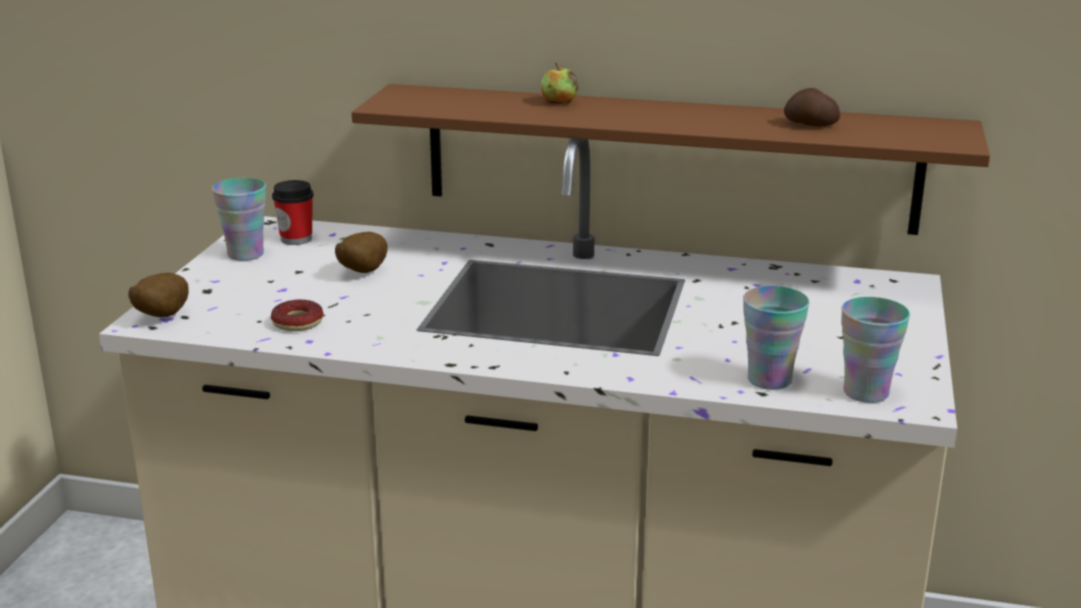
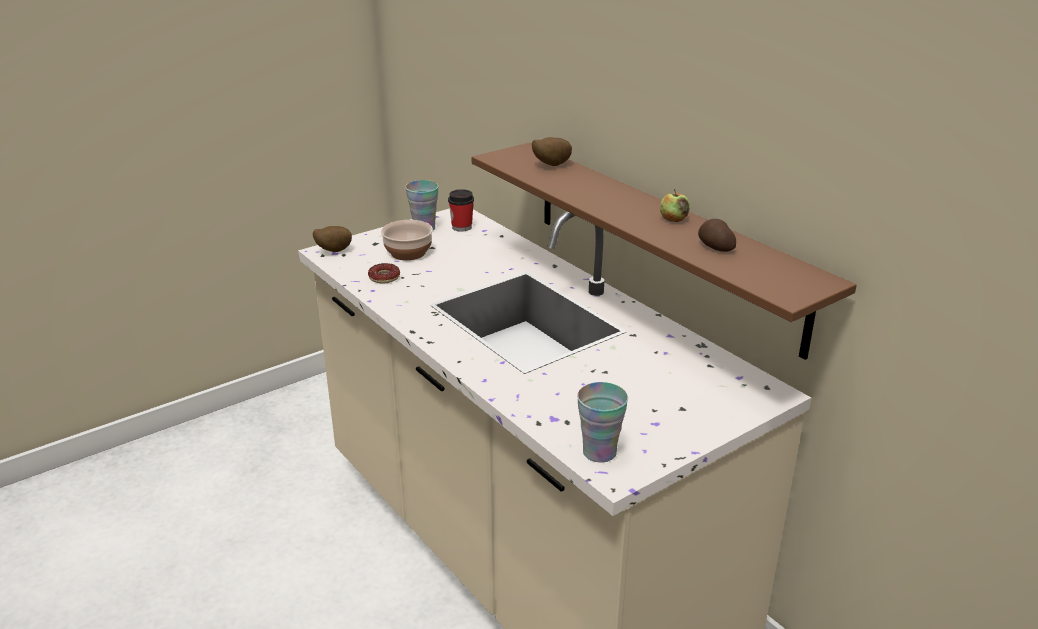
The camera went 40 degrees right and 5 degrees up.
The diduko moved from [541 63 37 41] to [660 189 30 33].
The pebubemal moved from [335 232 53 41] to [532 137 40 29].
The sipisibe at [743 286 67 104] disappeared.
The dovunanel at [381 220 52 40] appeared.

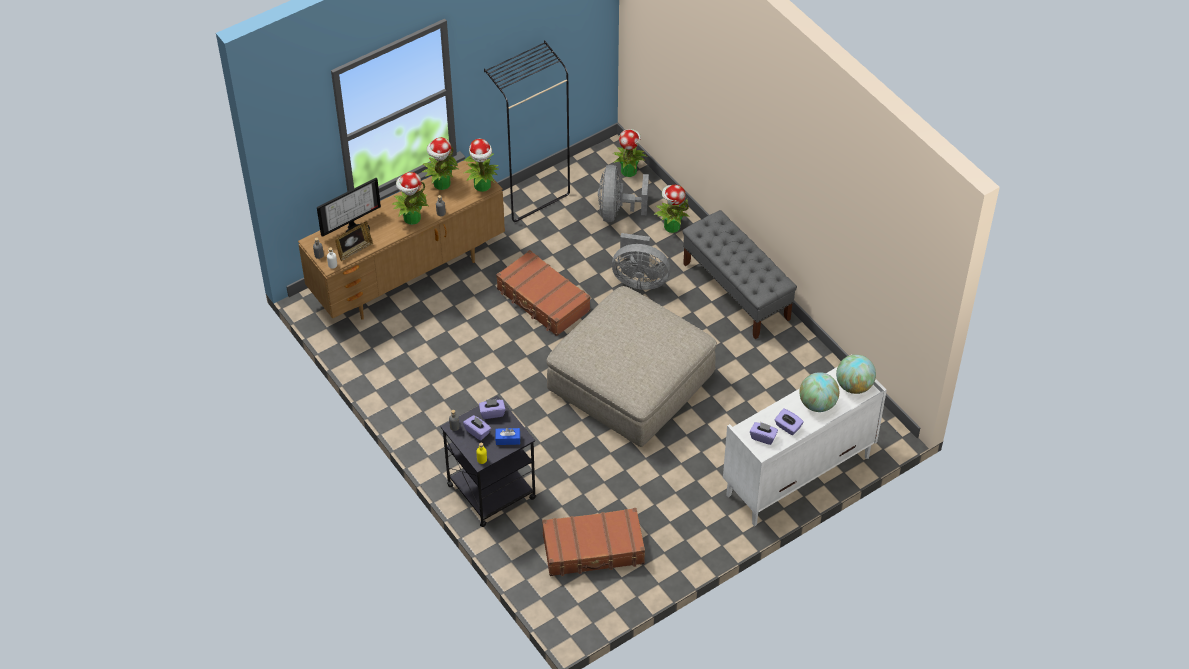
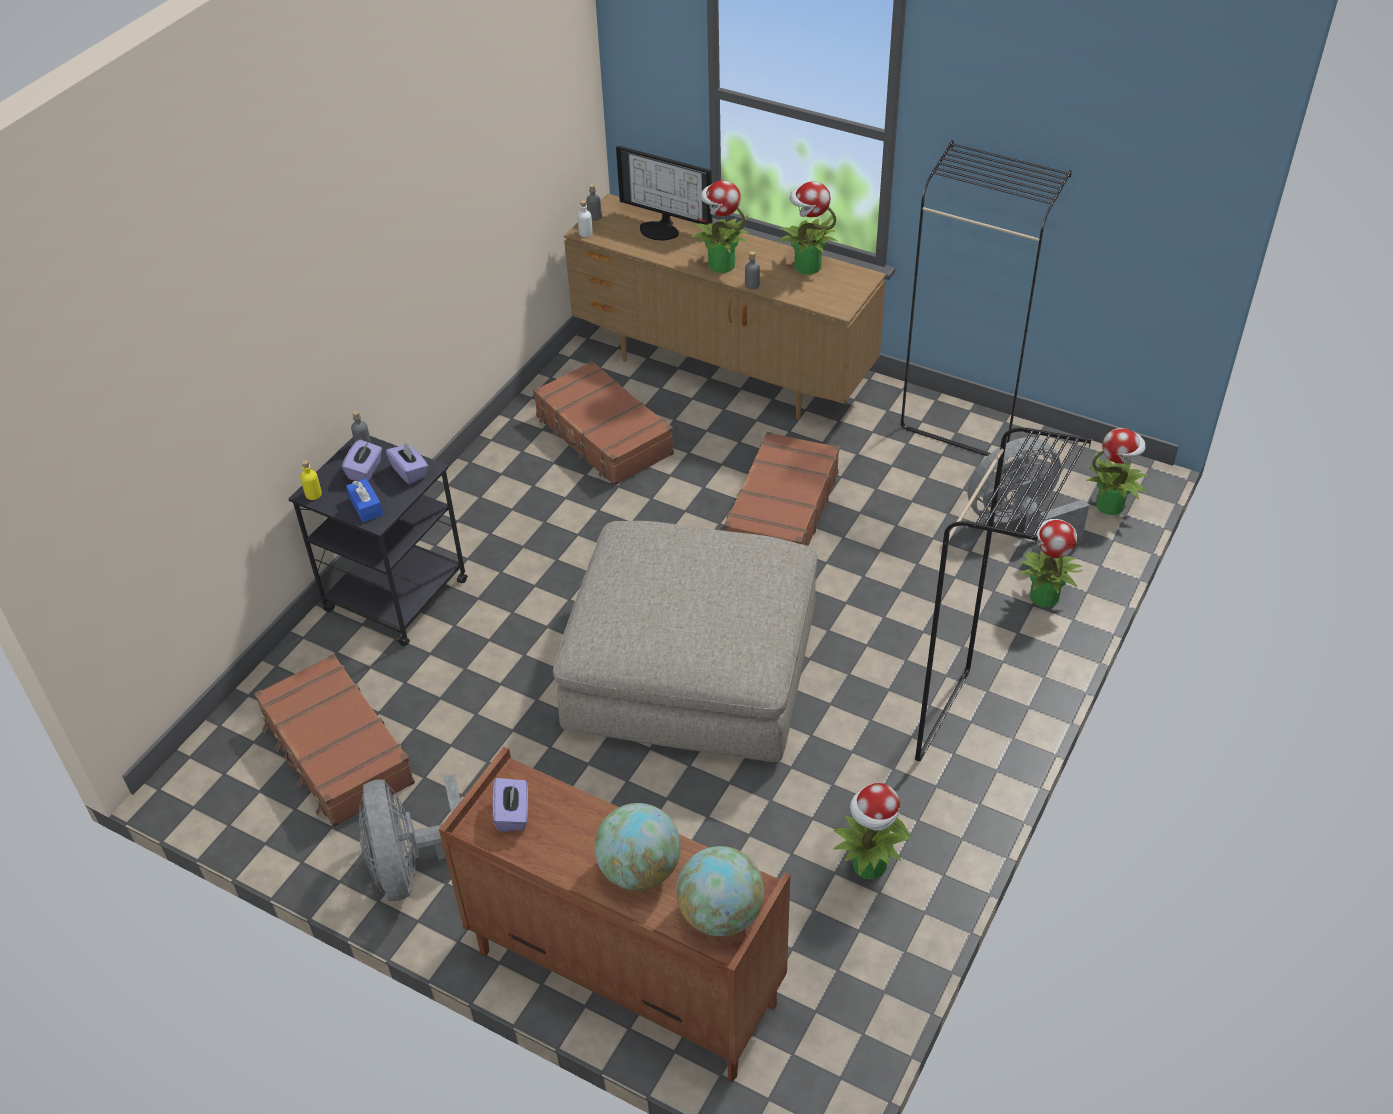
The camera went 65 degrees right and 5 degrees down.
The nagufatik moved from [463 139 36 53] to [833 783 78 96].
The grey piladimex at [682 210 115 129] was replaced by the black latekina at [915 428 177 334].
The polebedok at [335 222 38 39] disappeared.
The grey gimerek moved from [612 233 59 57] to [359 774 102 127].
The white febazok at [723 354 164 173] became the brown febazok at [439 747 351 335].
The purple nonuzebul at [775 408 29 27] disappeared.
The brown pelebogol at [533 361 141 125] appeared.

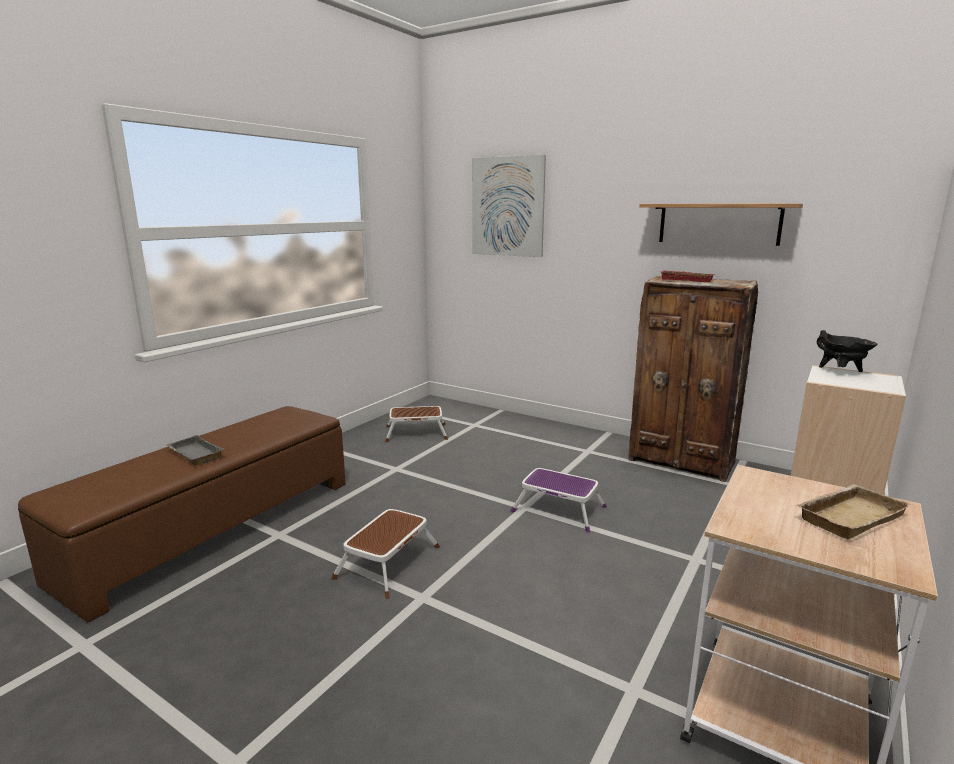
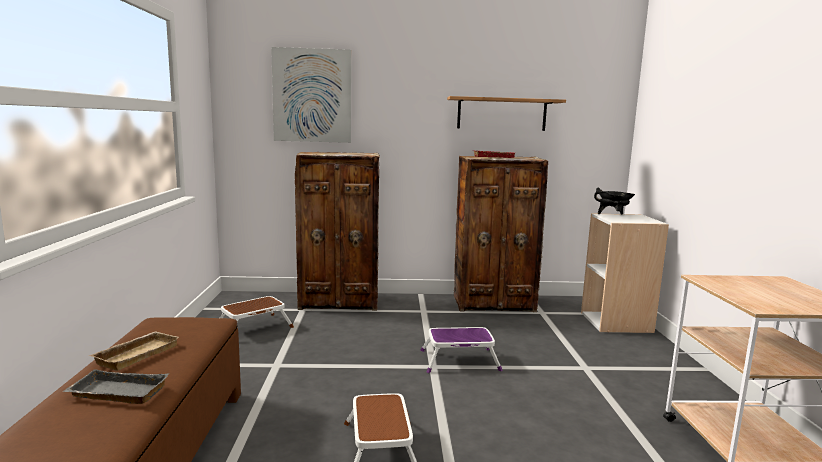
The camera went 35 degrees left and 5 degrees down.
The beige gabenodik moved from [796 484 115 55] to [90 331 89 40].
The brown febazok at [295 152 85 159] appeared.

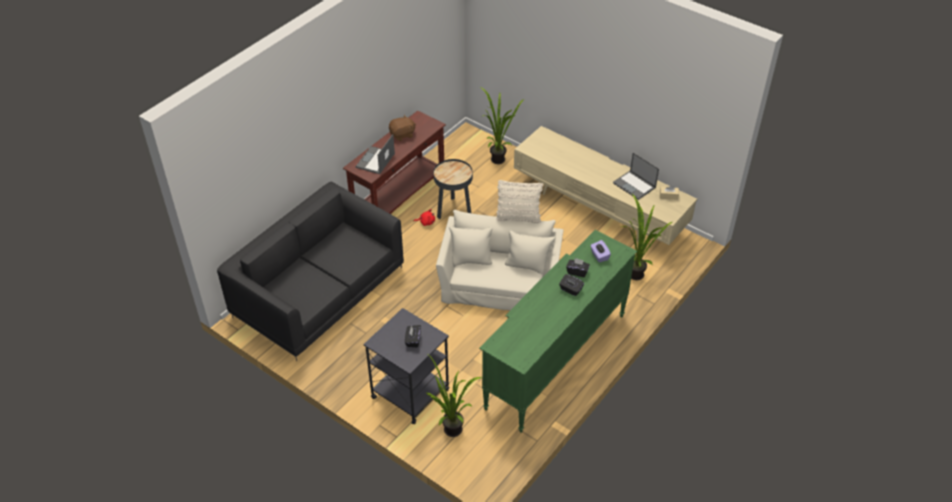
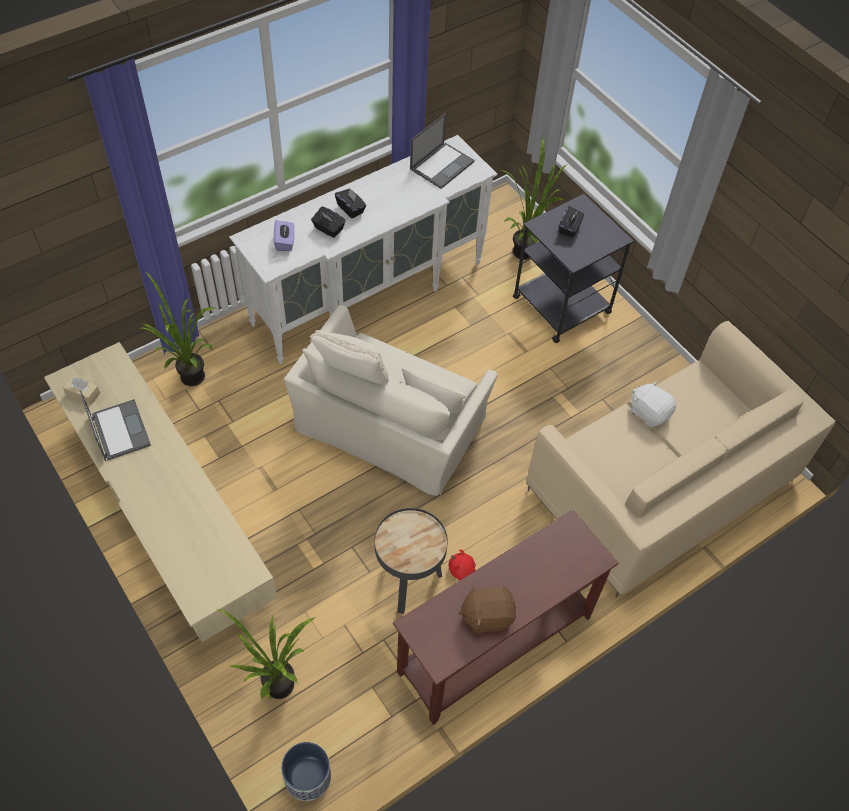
The camera went 165 degrees left and 10 degrees up.
The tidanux moved from [355 134 40 40] to [410 113 64 76].
The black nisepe at [217 182 187 179] became the beige nisepe at [526 321 310 276].
The green febazok at [479 230 158 203] became the white febazok at [229 135 269 229].
The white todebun at [631 380 45 47] appeared.
The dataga at [281 742 50 59] appeared.

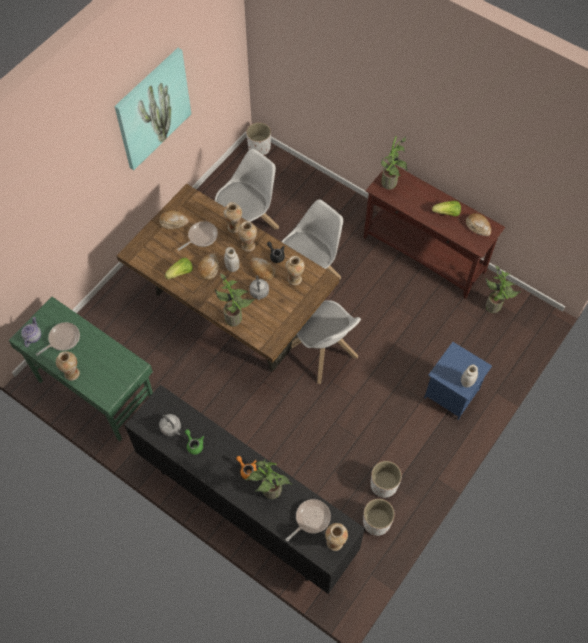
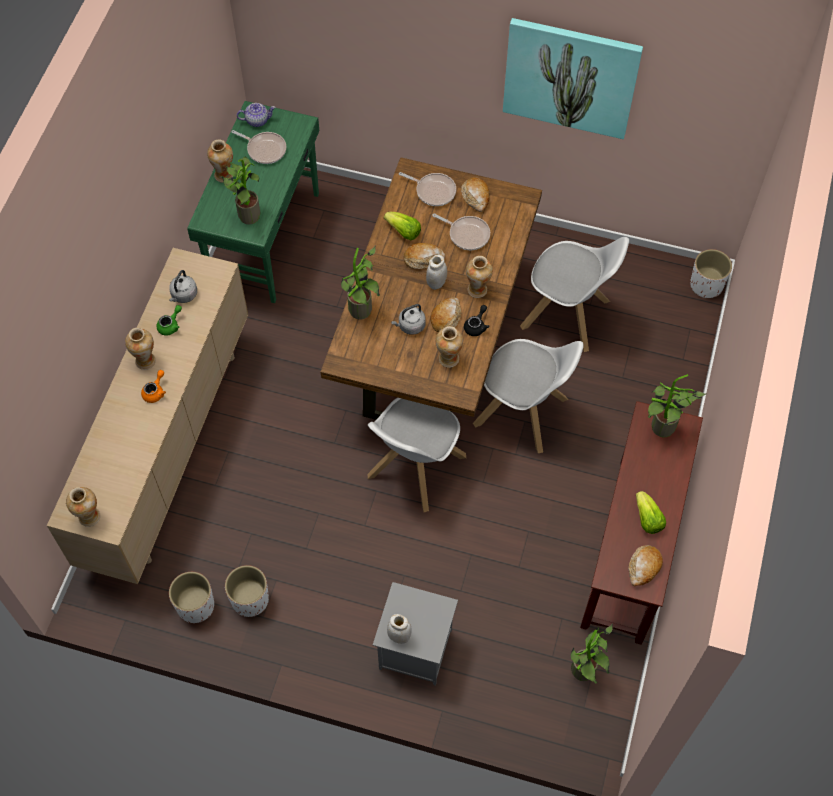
The camera went 70 degrees right and 0 degrees up.
The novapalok moved from [223 202 19 31] to [125 328 31 42].
The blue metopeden at [424 342 68 78] became the grey metopeden at [373 582 85 104].
The black febazok at [125 385 240 209] became the beige febazok at [47 248 201 336].
The nagufatik moved from [246 459 46 40] to [222 156 39 68].
The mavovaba moved from [286 499 45 42] to [399 172 57 34].

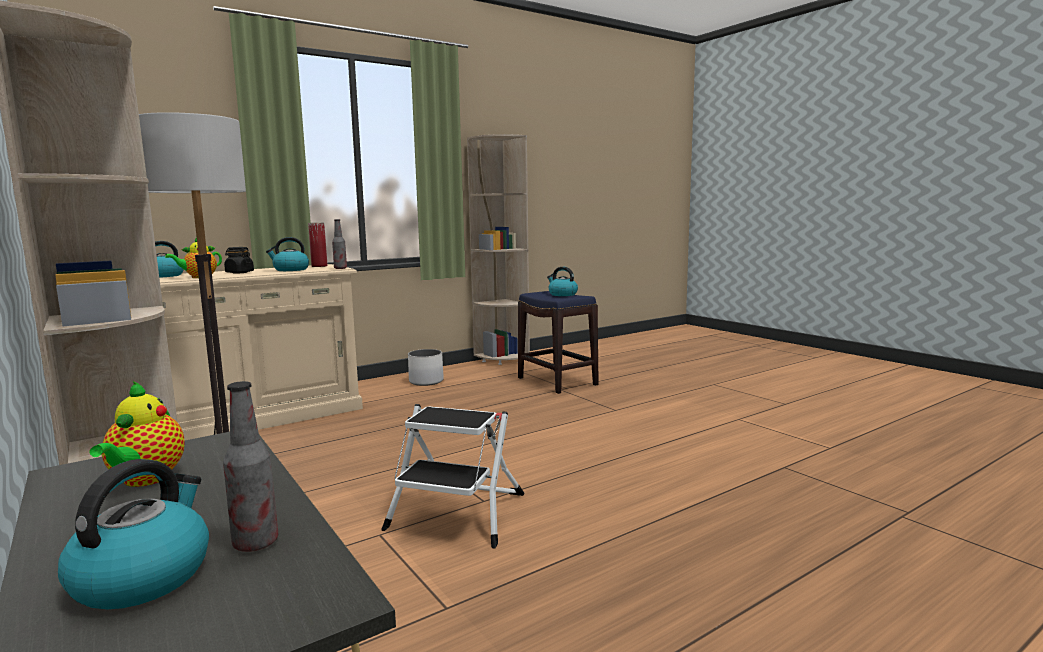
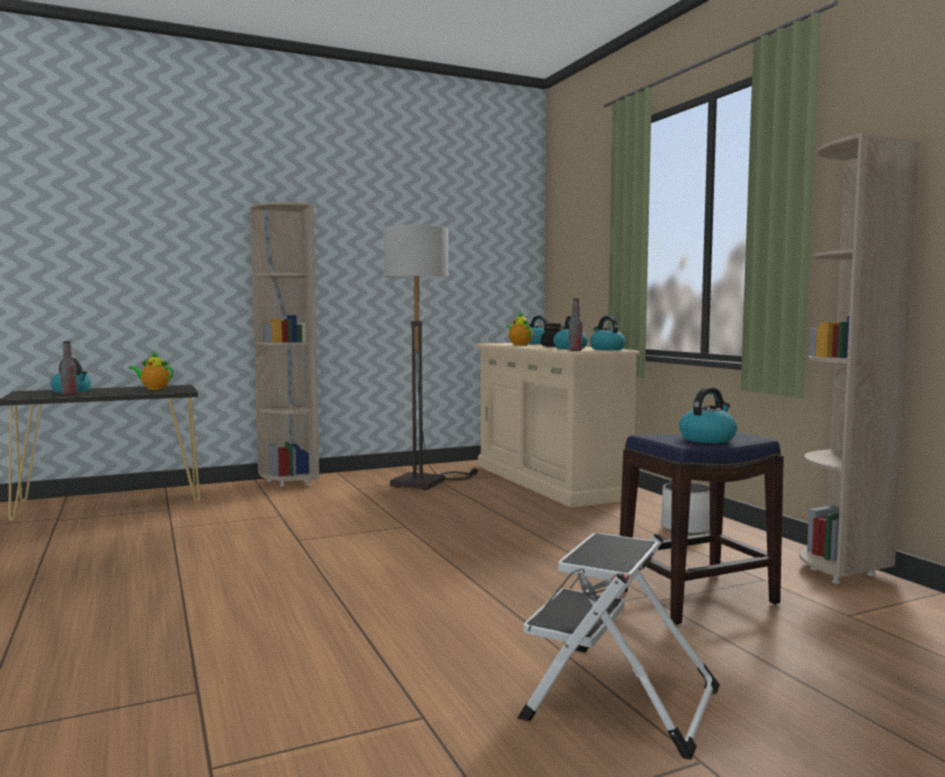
The camera went 100 degrees right and 5 degrees down.
The red novapalok at [308 223 19 44] was replaced by the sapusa at [590 316 36 34].
The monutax moved from [381 404 144 144] to [518 533 202 227].

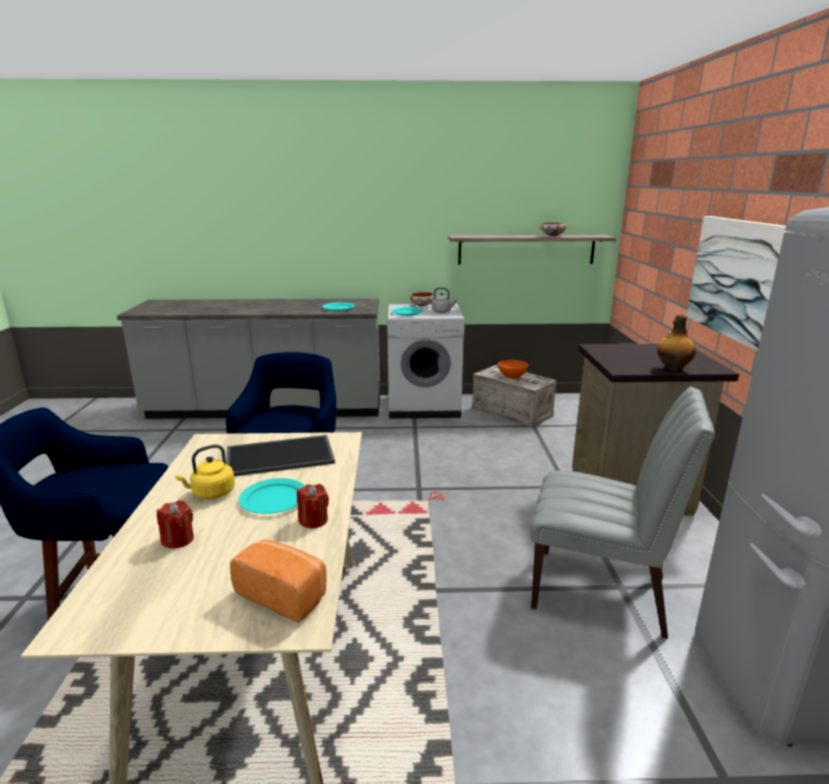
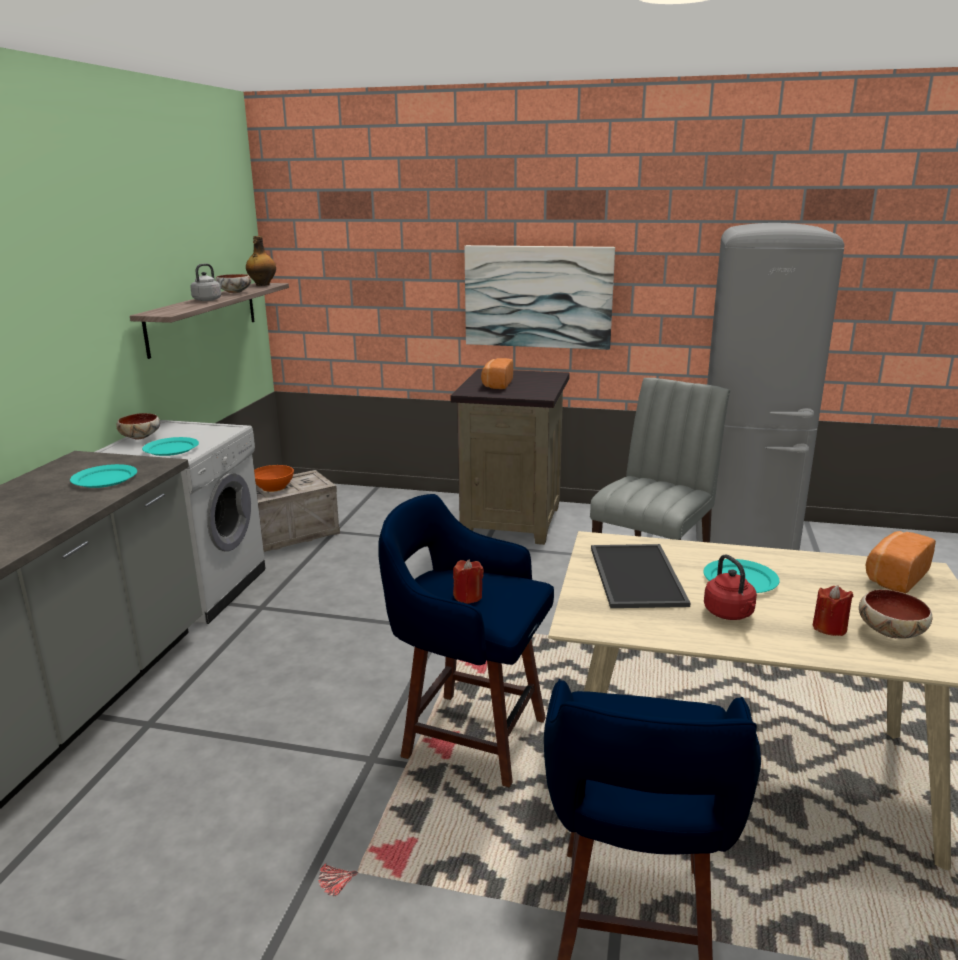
The camera went 75 degrees left and 0 degrees up.
The grey sapusa moved from [432 287 25 26] to [190 264 34 37].
The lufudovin moved from [657 314 39 58] to [246 236 30 50].
The yellow sapusa at [175 444 60 55] became the red sapusa at [704 554 53 66].
The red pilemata moved from [297 484 32 44] to [453 559 31 45].
The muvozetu at [481 358 32 31] appeared.
The dovunanel at [859 589 73 50] appeared.

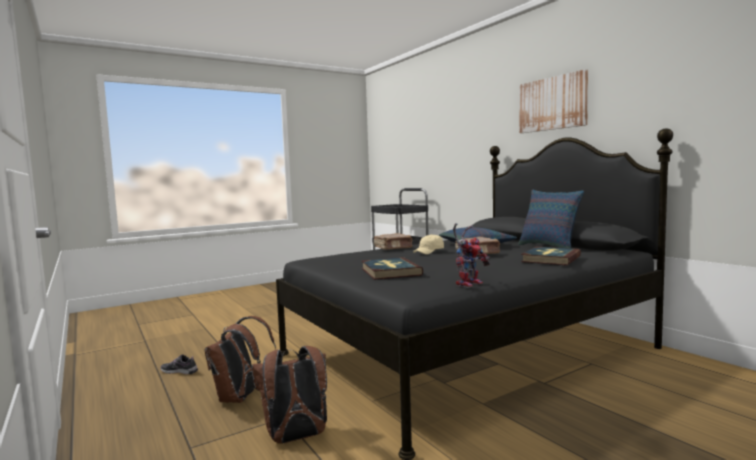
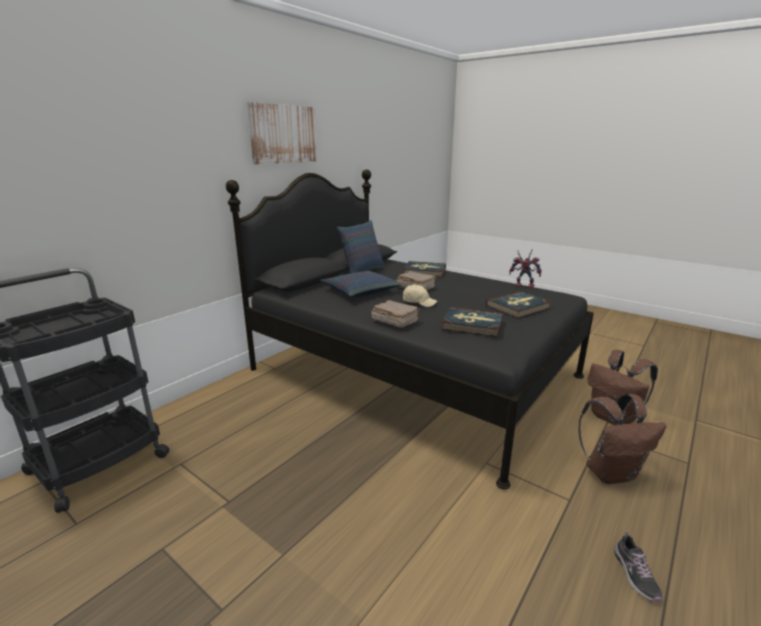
The camera went 110 degrees left and 15 degrees up.
The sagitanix at [441 307 62 30] appeared.

